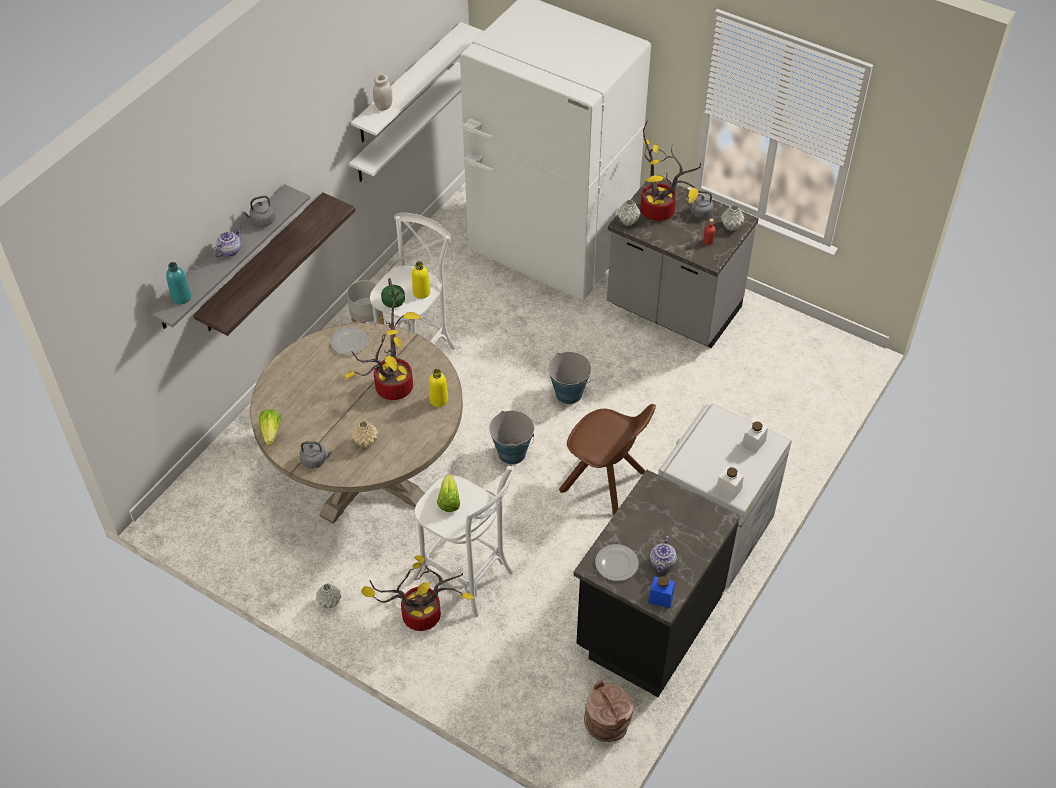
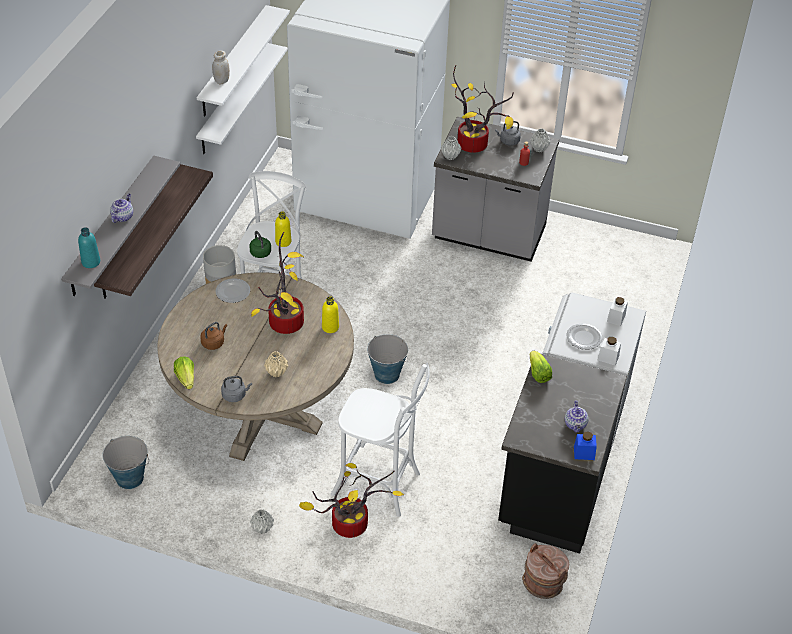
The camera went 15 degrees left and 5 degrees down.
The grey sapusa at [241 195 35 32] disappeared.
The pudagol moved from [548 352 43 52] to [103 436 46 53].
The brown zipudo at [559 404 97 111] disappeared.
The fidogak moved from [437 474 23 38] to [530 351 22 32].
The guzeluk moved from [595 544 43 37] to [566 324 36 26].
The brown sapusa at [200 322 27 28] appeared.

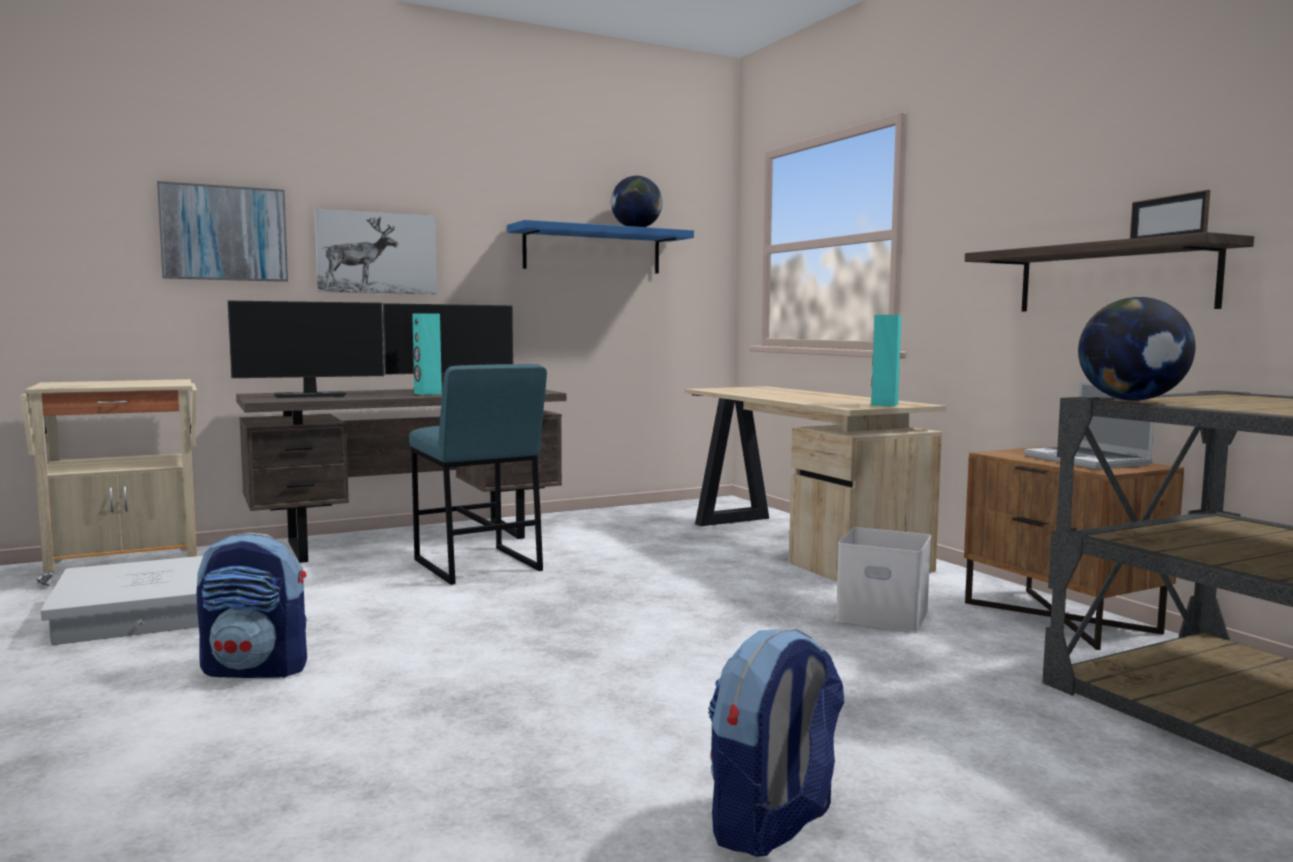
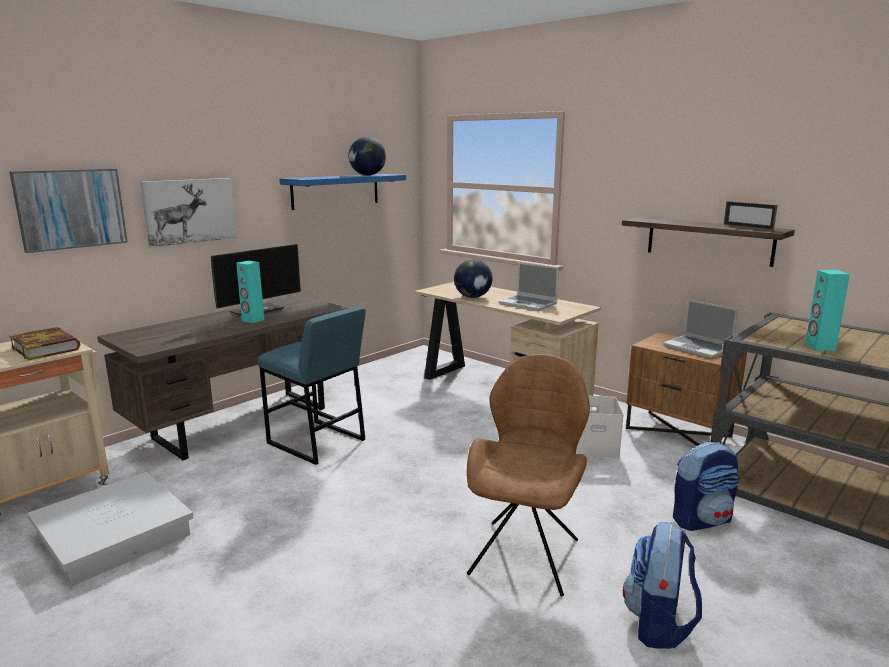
The camera went 20 degrees left and 10 degrees up.
The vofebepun moved from [1078 297 117 104] to [454 259 38 39].
The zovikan at [228 301 156 97] disappeared.
The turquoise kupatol moved from [871 315 30 92] to [805 270 45 81].
The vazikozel moved from [197 533 110 145] to [673 442 67 89].
The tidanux at [499 262 60 49] appeared.
The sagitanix at [9 327 72 33] appeared.
The brown zipudo at [467 354 123 242] appeared.

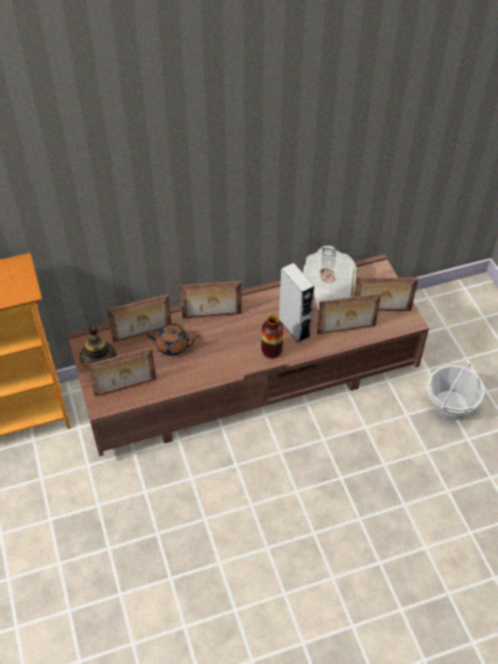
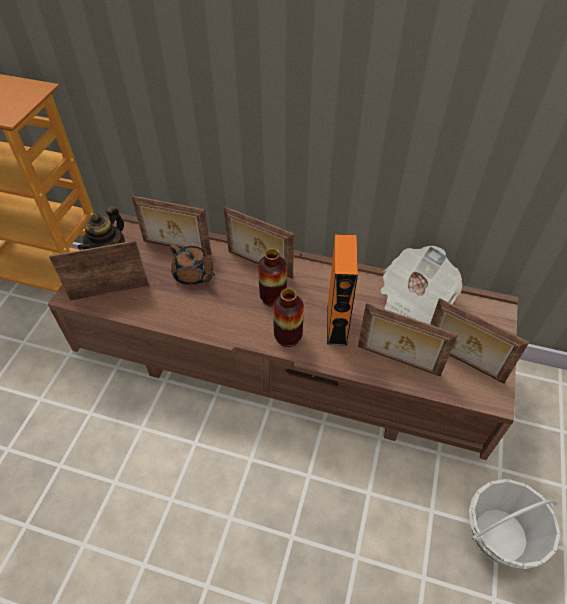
The camera went 35 degrees right and 0 degrees up.
The grey kupatol at [279 263 35 80] became the orange kupatol at [327 234 31 112].
The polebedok at [87 347 69 49] turned 150 degrees clockwise.
The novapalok at [258 249 29 58] appeared.

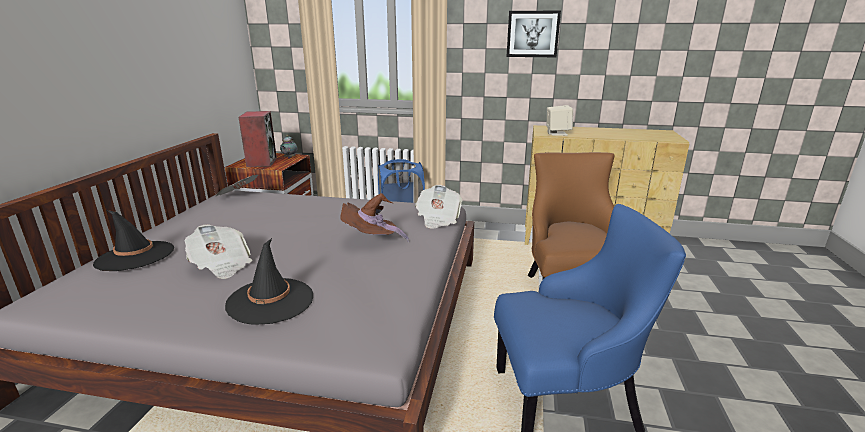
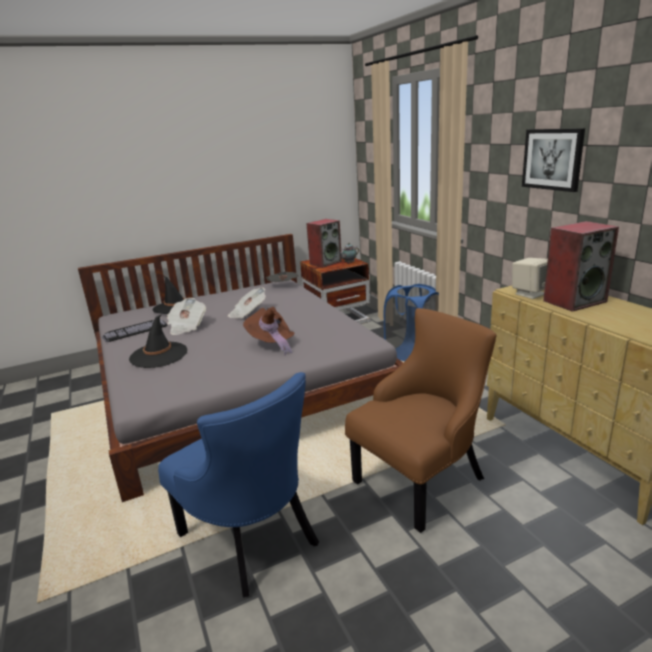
The camera went 55 degrees right and 0 degrees up.
The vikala moved from [415 185 48 44] to [228 287 38 32].
The kupatol at [543 221 76 91] appeared.
The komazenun at [102 319 66 23] appeared.

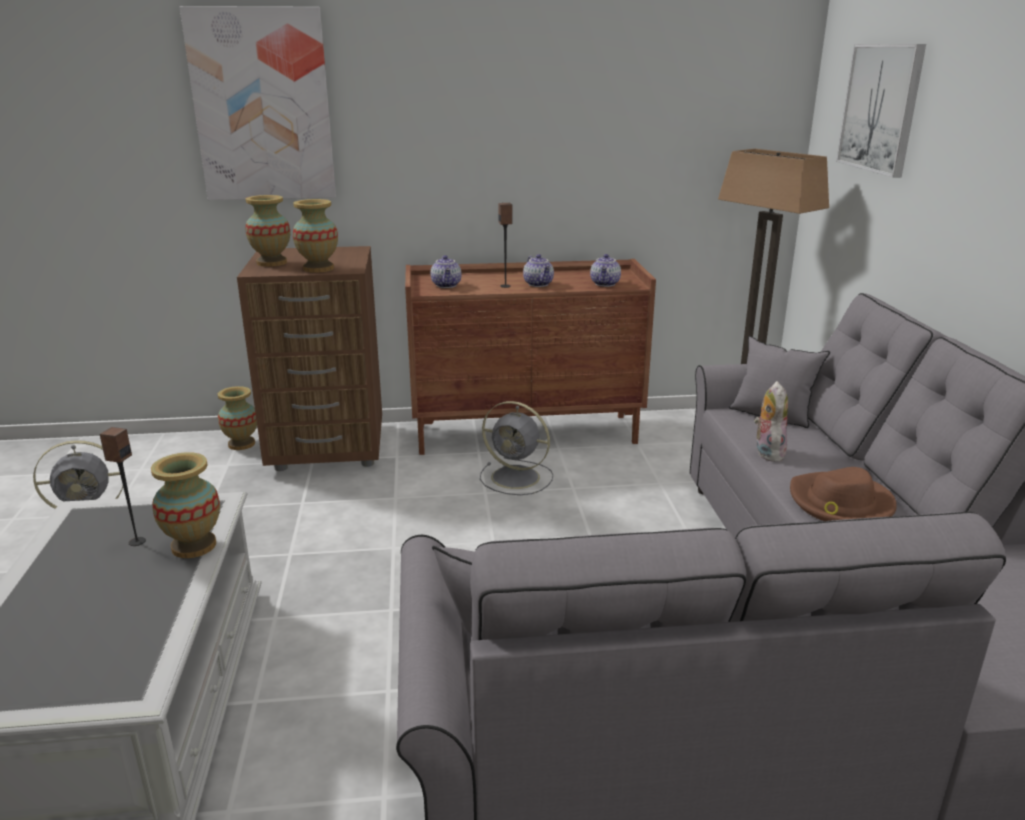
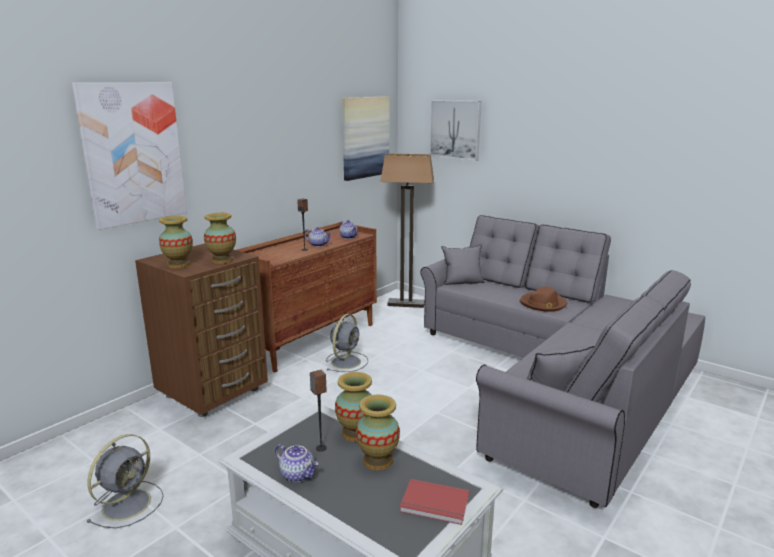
The camera went 45 degrees left and 5 degrees down.
The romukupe moved from [431 255 30 33] to [275 444 43 38].
The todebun at [754 381 34 81] disappeared.
The novapalok moved from [218 386 39 64] to [356 394 44 76].
The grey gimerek at [480 401 73 94] turned 45 degrees counterclockwise.
The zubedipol at [342 96 47 85] appeared.
The red sagitanix at [400 479 69 46] appeared.

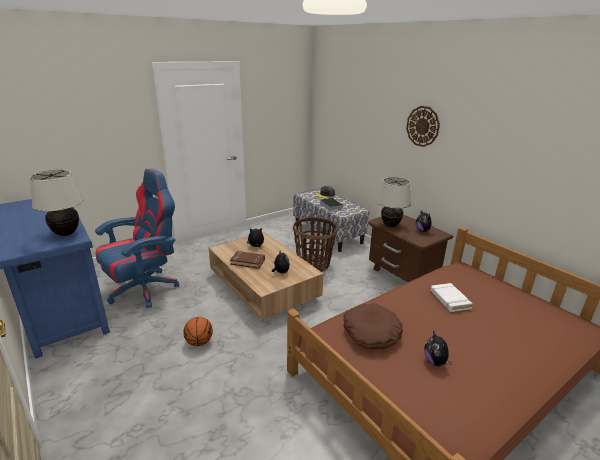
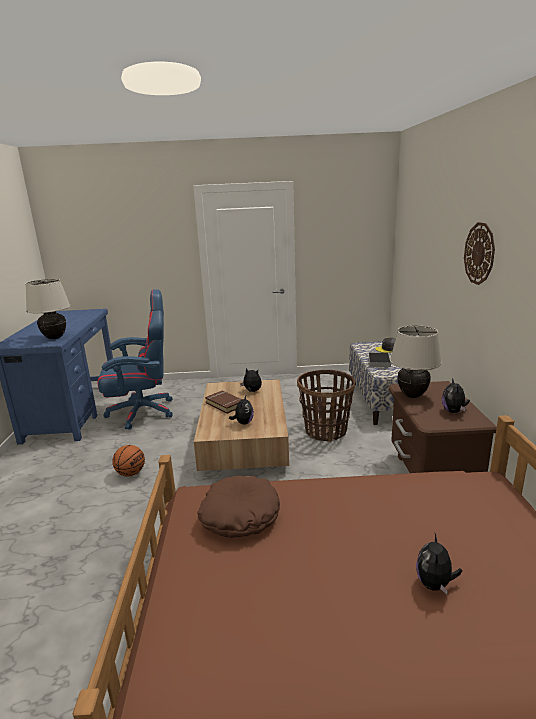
The camera went 35 degrees right and 5 degrees down.
The white sagitanix at [431 283 42 29] disappeared.
The todebun moved from [424 331 28 35] to [416 533 46 61].

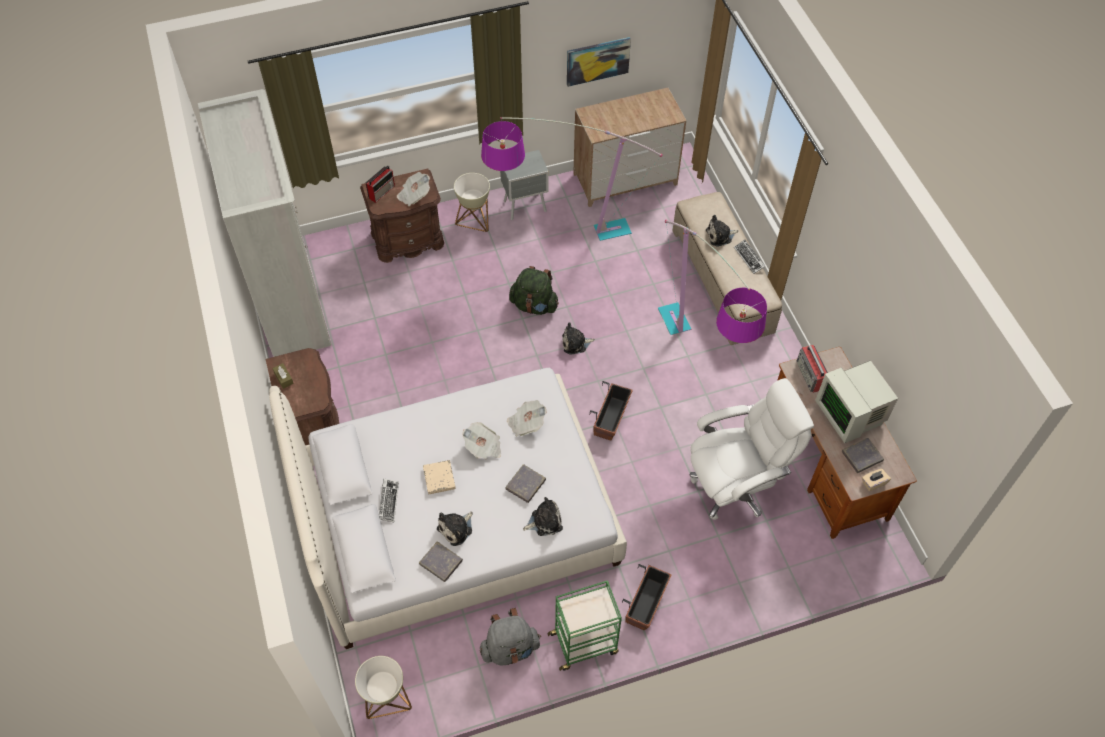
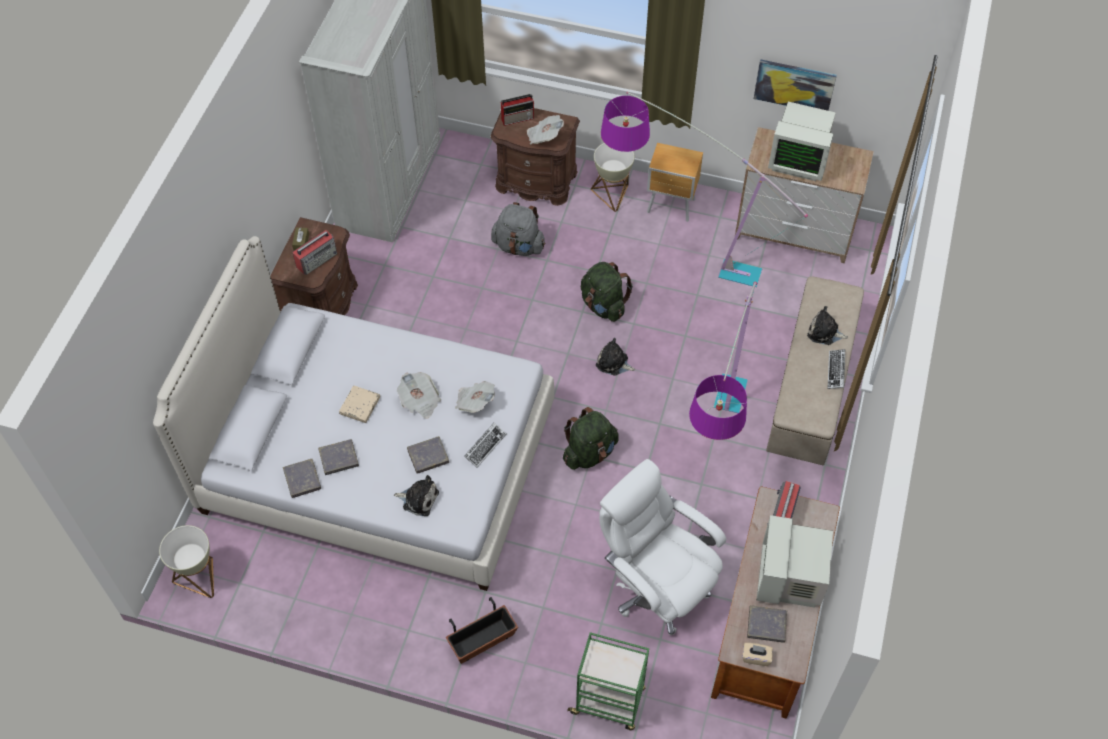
The camera went 35 degrees right and 0 degrees up.
The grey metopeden at [500 150 49 70] became the brown metopeden at [647 143 56 79].
The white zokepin at [690 378 124 142] turned 150 degrees counterclockwise.
The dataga at [590 381 43 59] was replaced by the green vazikozel at [563 407 56 63].
The komazenun moved from [379 479 20 43] to [464 422 43 45].
The todebun at [437 511 36 35] was replaced by the grey sagitanix at [318 439 41 36].
The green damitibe moved from [547 580 75 91] to [567 632 82 98].
The grey vazikozel moved from [480 608 61 57] to [491 202 54 54].
The zovikan at [768 102 68 79] appeared.
The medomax at [292 230 45 45] appeared.

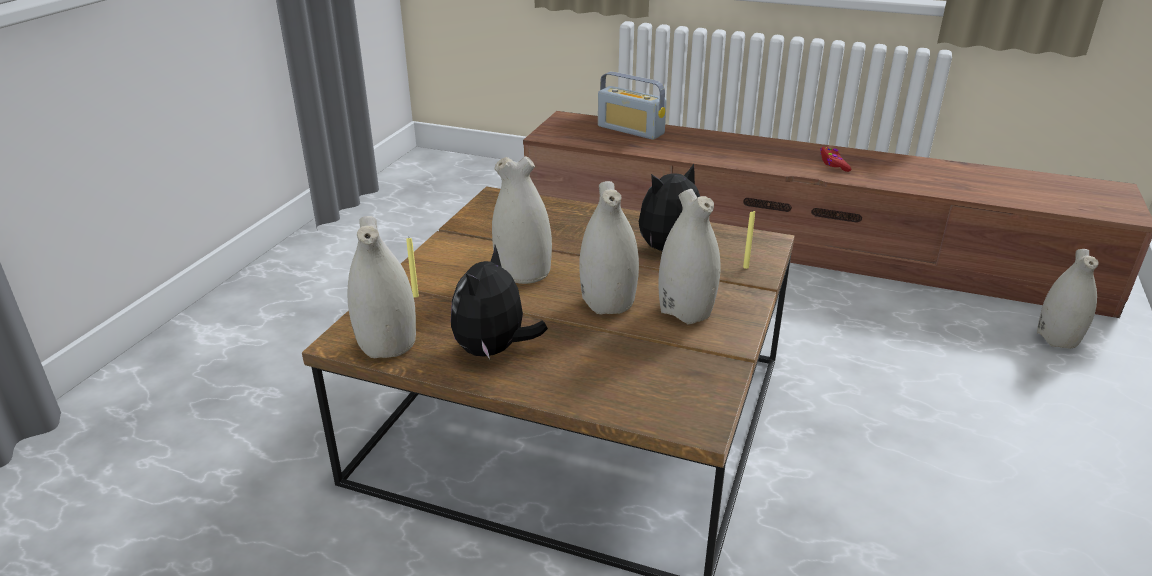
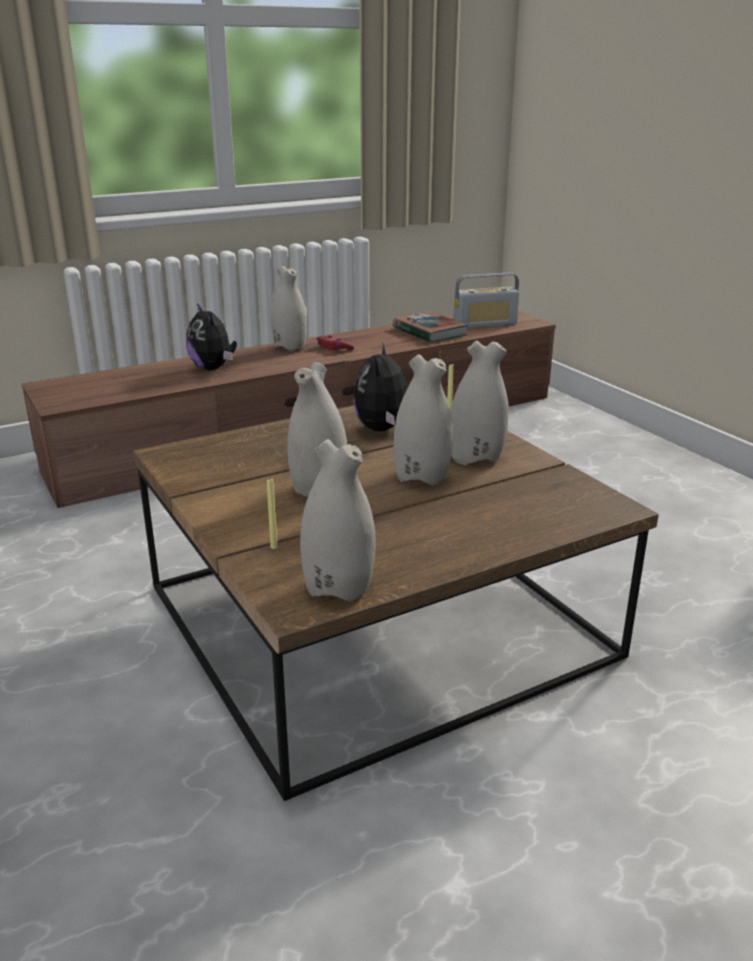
The camera went 50 degrees left and 5 degrees down.
The medomax moved from [598 72 69 68] to [453 273 66 55].
The todebun moved from [451 245 97 114] to [186 303 51 67].
The white novapalok moved from [1037 249 62 100] to [271 266 36 85].
The sagitanix at [393 312 75 31] appeared.

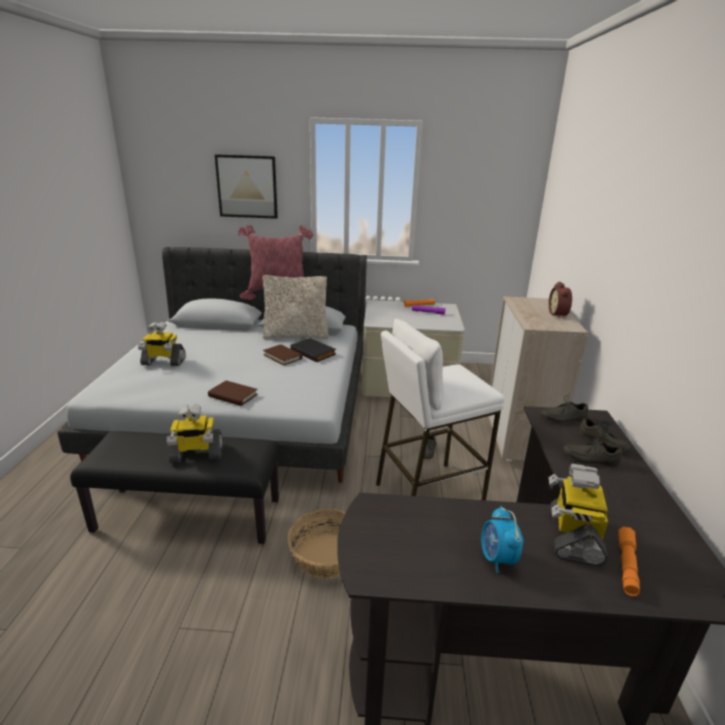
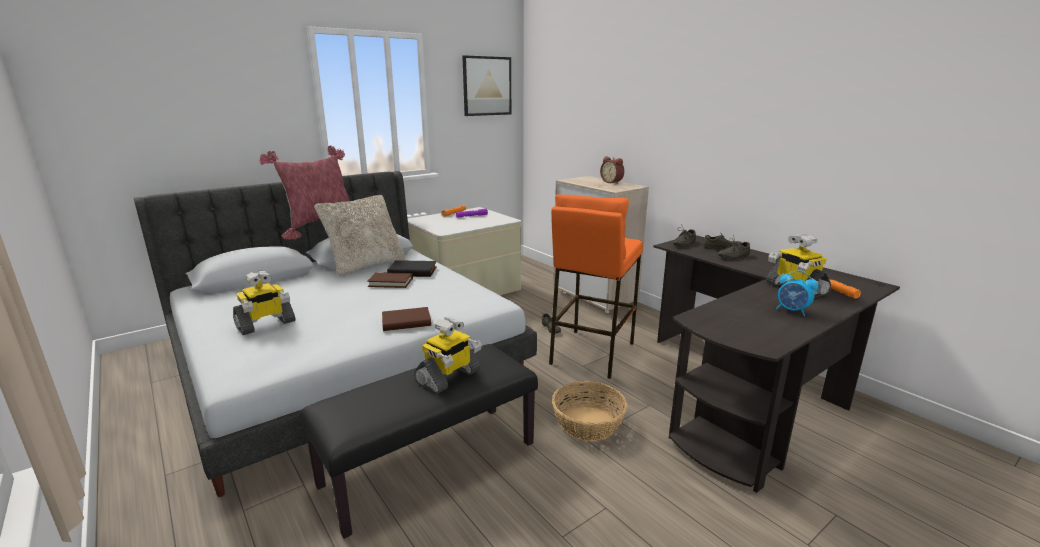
The camera went 40 degrees left and 5 degrees down.
The zubedipol moved from [215 154 63 65] to [462 55 49 61].
The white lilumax at [376 319 129 181] became the orange lilumax at [549 194 94 185].

